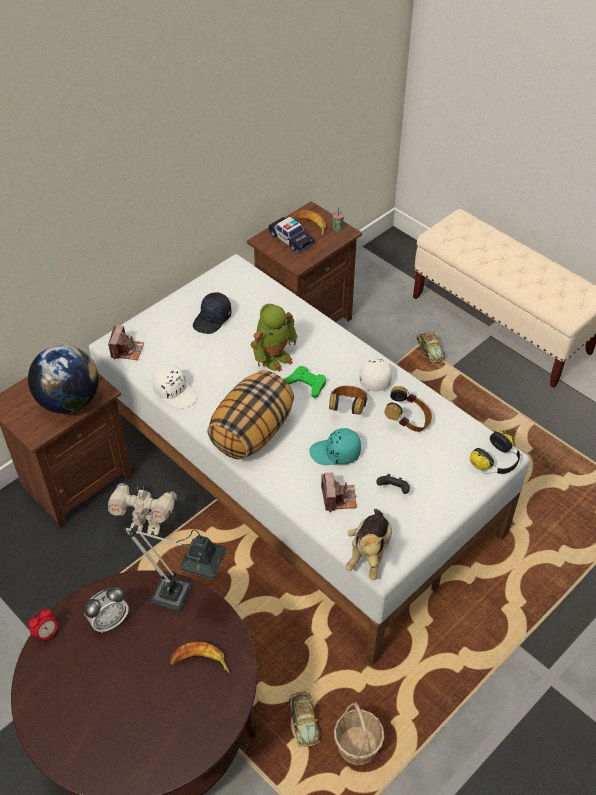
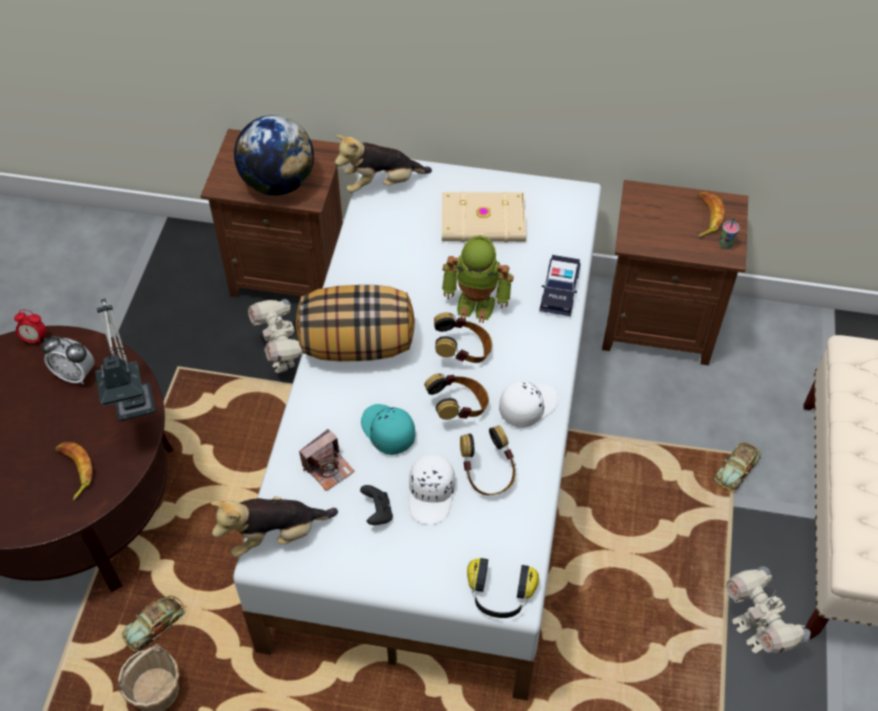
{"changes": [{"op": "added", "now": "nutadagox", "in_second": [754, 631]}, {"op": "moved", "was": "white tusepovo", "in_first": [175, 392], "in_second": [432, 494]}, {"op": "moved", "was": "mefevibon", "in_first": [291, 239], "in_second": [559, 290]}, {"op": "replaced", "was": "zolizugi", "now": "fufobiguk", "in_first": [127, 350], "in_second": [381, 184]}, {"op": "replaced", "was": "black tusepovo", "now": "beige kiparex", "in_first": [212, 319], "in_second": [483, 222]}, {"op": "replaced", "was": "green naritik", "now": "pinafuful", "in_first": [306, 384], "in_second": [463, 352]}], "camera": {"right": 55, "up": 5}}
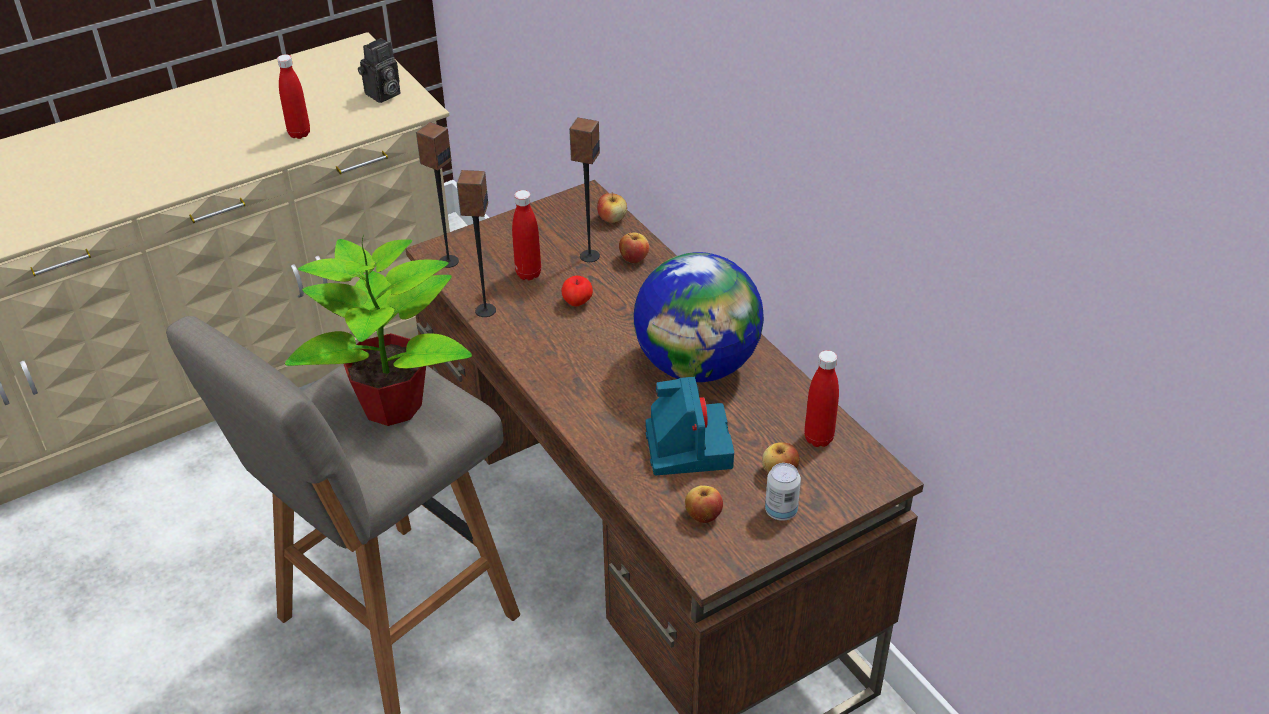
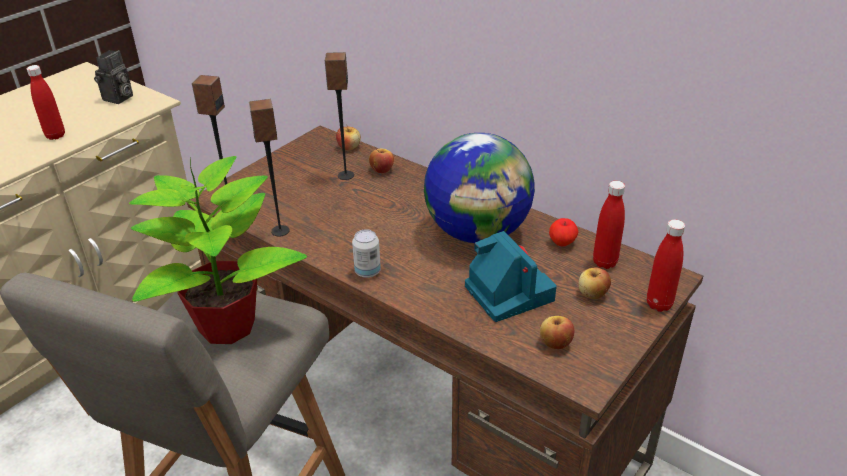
{"changes": [{"op": "moved", "was": "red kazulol", "in_first": [528, 274], "in_second": [659, 304]}, {"op": "moved", "was": "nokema", "in_first": [577, 302], "in_second": [562, 243]}, {"op": "moved", "was": "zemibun", "in_first": [781, 511], "in_second": [367, 272]}], "camera": {"right": -20, "up": -5}}
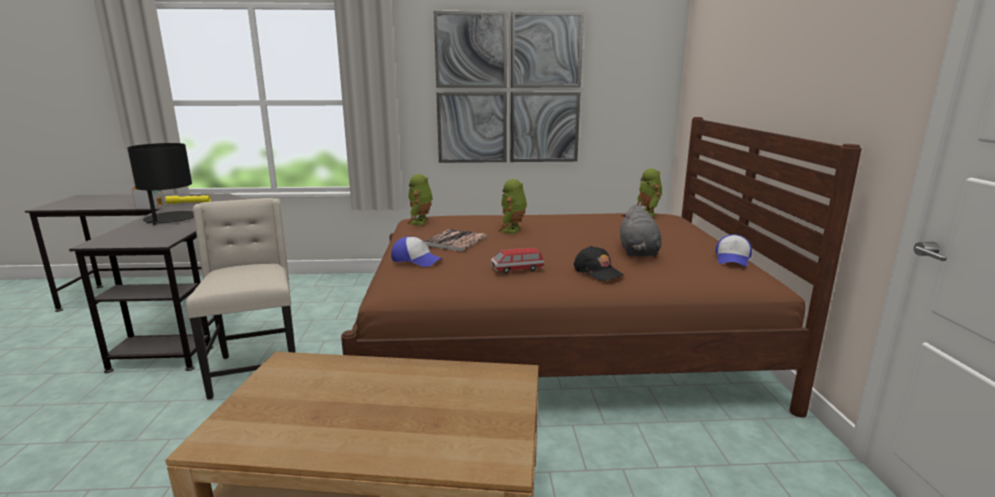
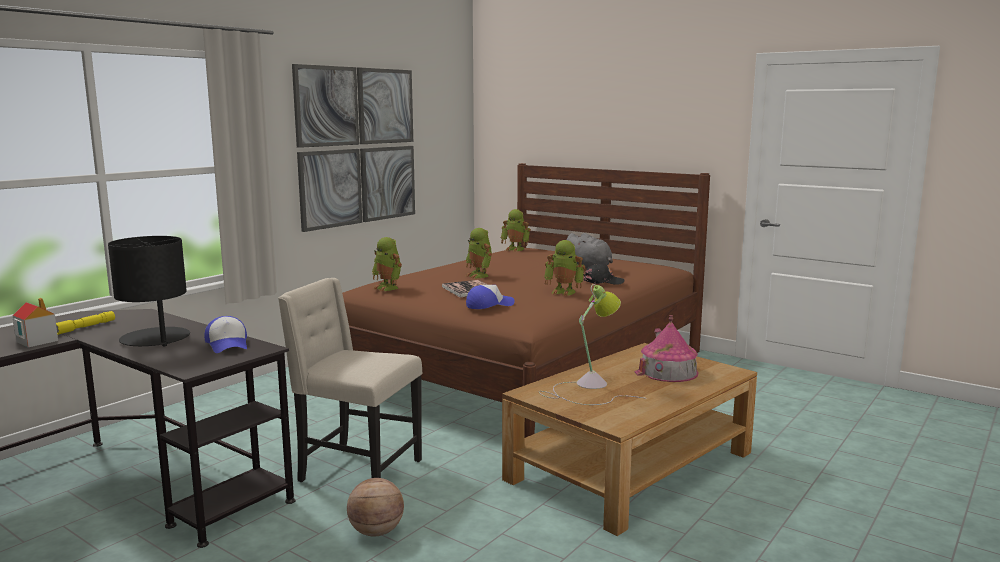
{"changes": [{"op": "added", "now": "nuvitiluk", "in_second": [376, 532]}, {"op": "added", "now": "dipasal", "in_second": [588, 387]}, {"op": "added", "now": "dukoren", "in_second": [668, 371]}, {"op": "moved", "was": "tusepovo", "in_first": [732, 259], "in_second": [228, 344]}, {"op": "replaced", "was": "mefevibon", "now": "nutadagox", "in_first": [517, 269], "in_second": [564, 292]}], "camera": {"right": -50, "up": -5}}
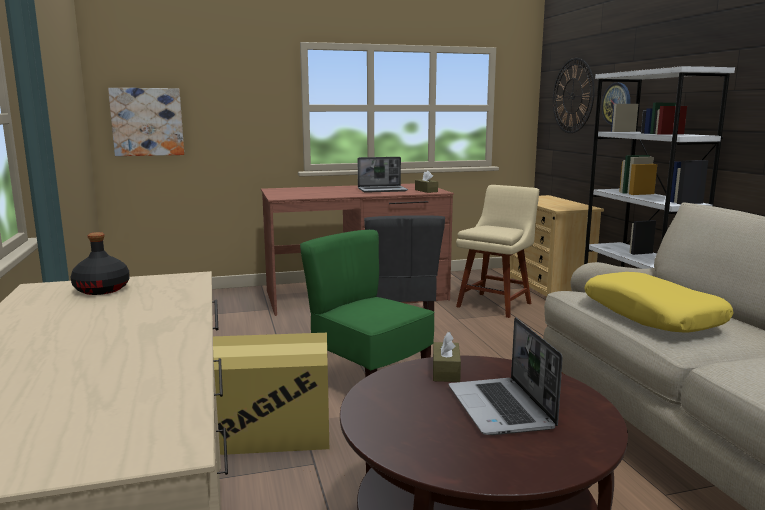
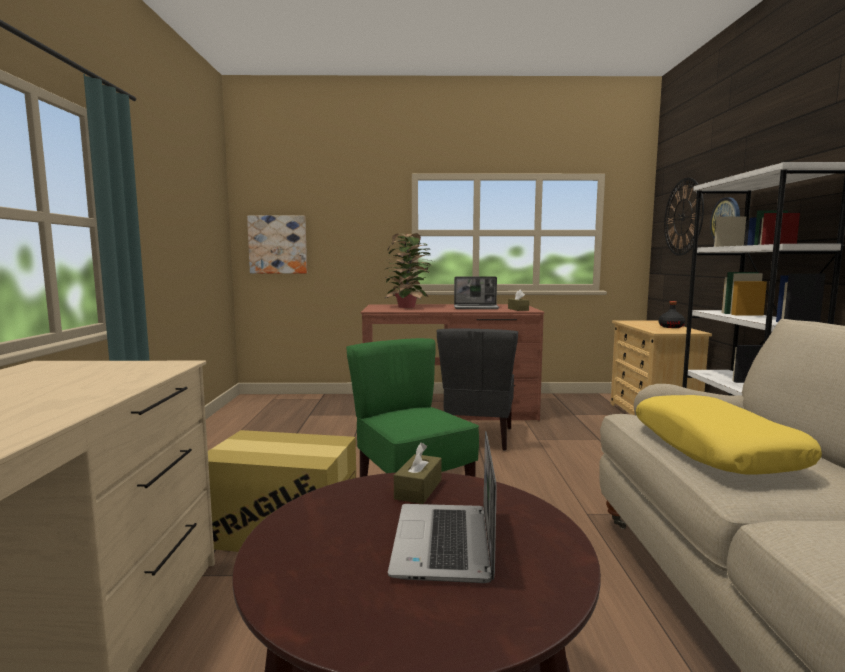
{"changes": [{"op": "removed", "was": "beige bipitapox", "in_first": [496, 304]}, {"op": "added", "now": "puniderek", "in_second": [408, 307]}, {"op": "moved", "was": "black kazulol", "in_first": [102, 289], "in_second": [671, 327]}], "camera": {"right": 15, "up": -5}}
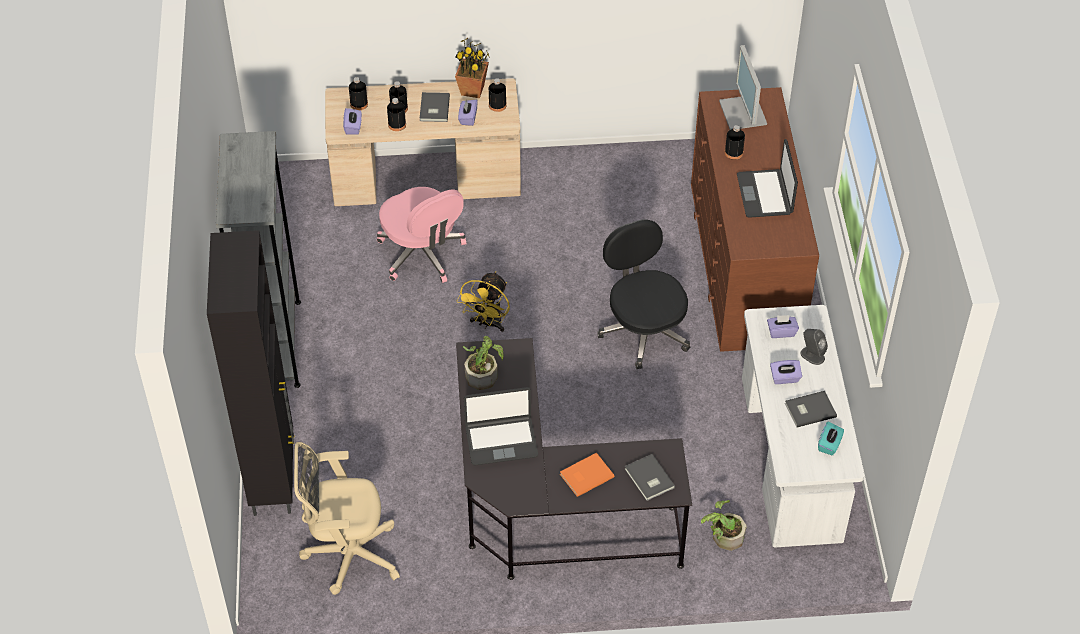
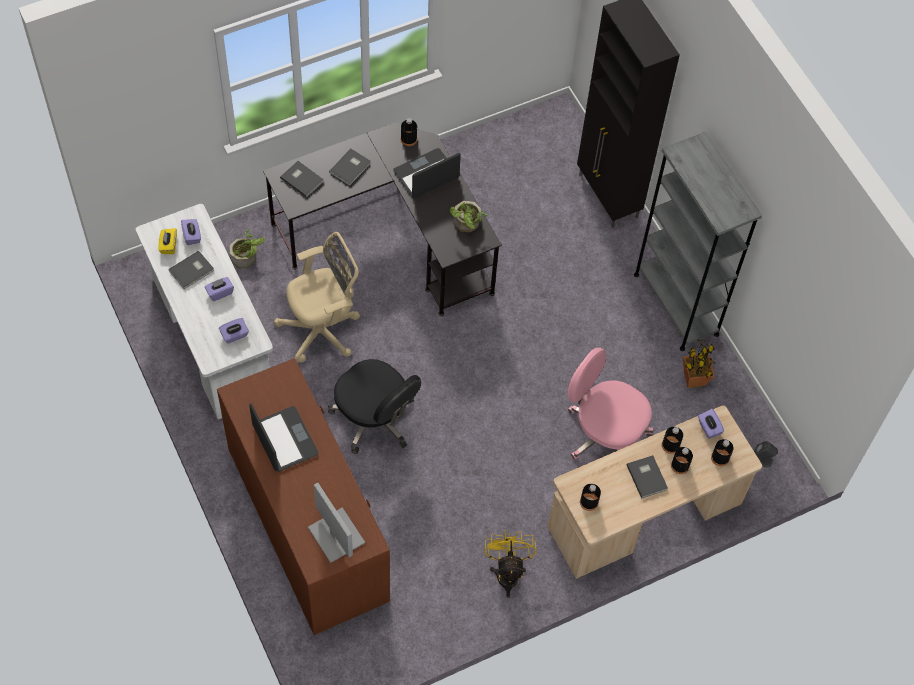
{"changes": [{"op": "moved", "was": "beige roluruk", "in_first": [347, 554], "in_second": [323, 330]}, {"op": "moved", "was": "puniderek", "in_first": [472, 90], "in_second": [694, 379]}, {"op": "moved", "was": "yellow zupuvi", "in_first": [488, 323], "in_second": [507, 572]}, {"op": "moved", "was": "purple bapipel", "in_first": [468, 118], "in_second": [192, 236]}, {"op": "moved", "was": "black kazulol", "in_first": [733, 152], "in_second": [408, 139]}, {"op": "moved", "was": "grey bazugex", "in_first": [812, 355], "in_second": [762, 459]}, {"op": "recoloured", "was": "orange kiparex", "now": "grey kiparex", "in_first": [585, 475], "in_second": [351, 168]}, {"op": "recoloured", "was": "turquoise bapipel", "now": "yellow bapipel", "in_first": [829, 444], "in_second": [168, 246]}], "camera": {"right": 155, "up": 10}}
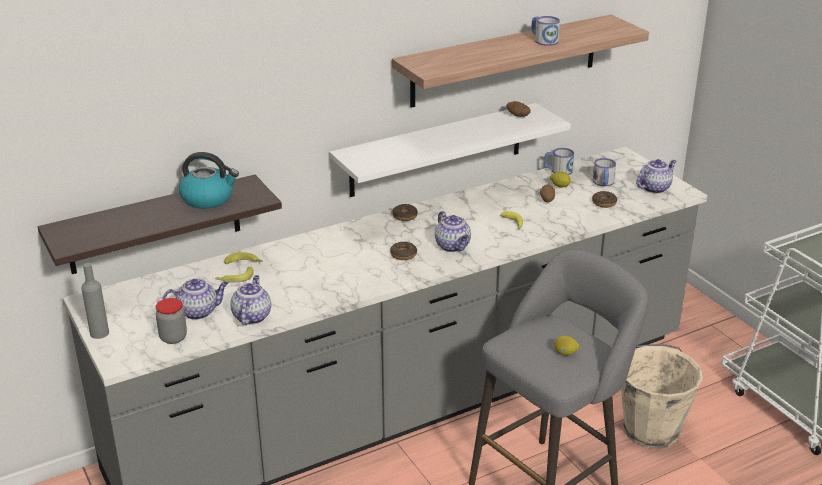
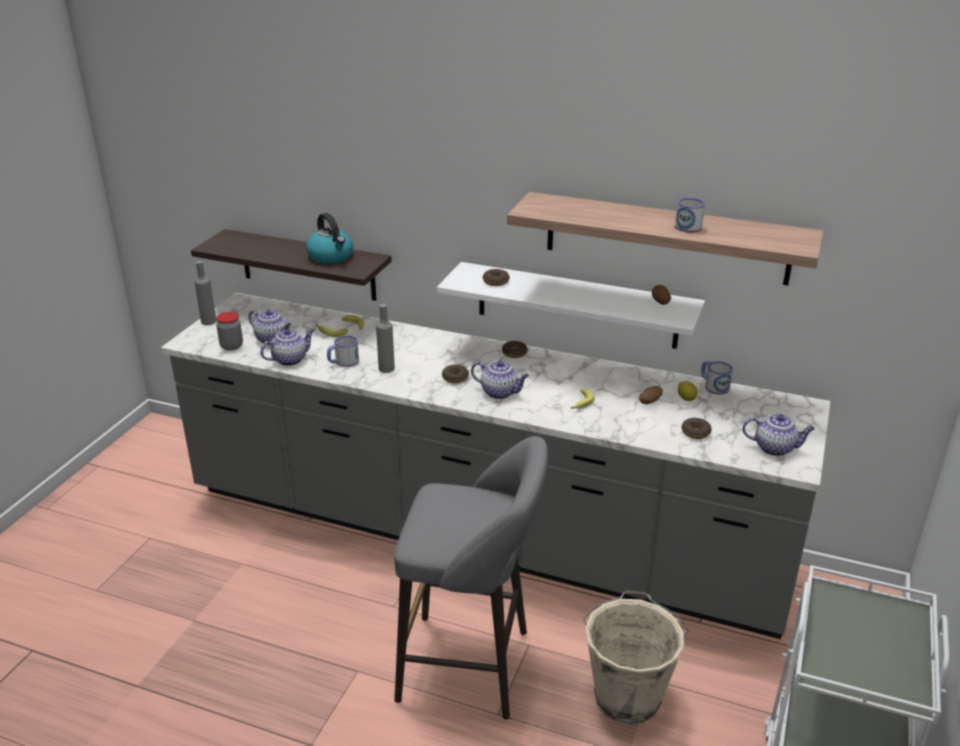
{"changes": [{"op": "removed", "was": "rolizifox", "in_first": [565, 353]}, {"op": "added", "now": "grey kazulol", "in_second": [386, 368]}, {"op": "added", "now": "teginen", "in_second": [496, 281]}, {"op": "moved", "was": "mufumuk", "in_first": [603, 183], "in_second": [343, 362]}, {"op": "turned", "was": "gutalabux", "in_first": [453, 246], "in_second": [500, 392], "clockwise": -90}], "camera": {"right": 50, "up": 0}}
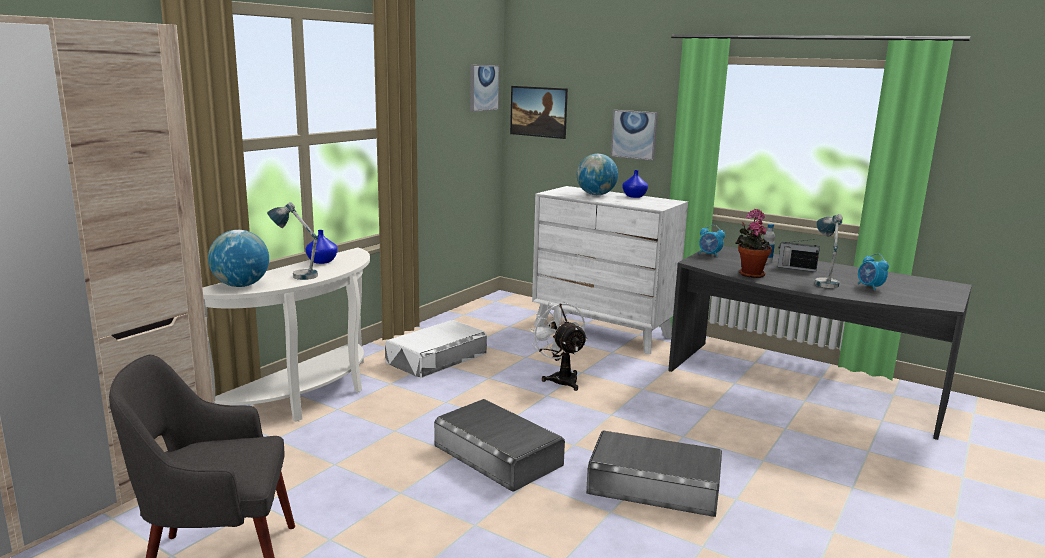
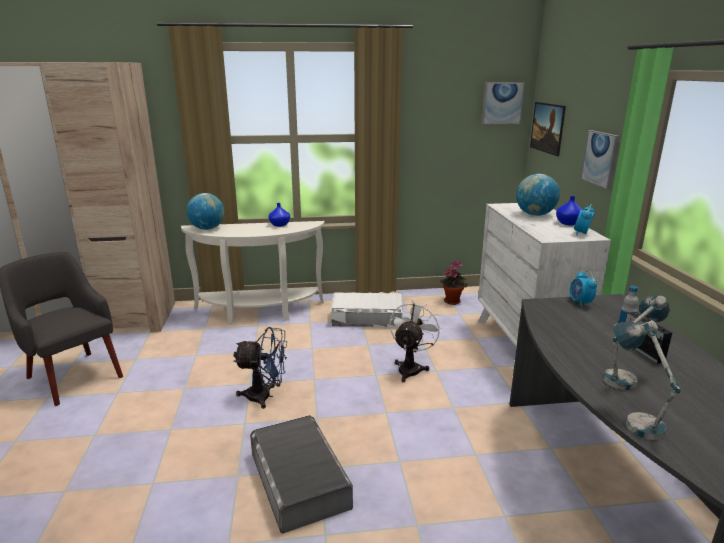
{"changes": [{"op": "moved", "was": "dipasal", "in_first": [296, 275], "in_second": [632, 419]}, {"op": "moved", "was": "puniderek", "in_first": [750, 274], "in_second": [452, 301]}, {"op": "moved", "was": "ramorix", "in_first": [870, 287], "in_second": [581, 233]}, {"op": "replaced", "was": "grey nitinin", "now": "blue zupuvi", "in_first": [497, 455], "in_second": [265, 396]}], "camera": {"right": 50, "up": 5}}
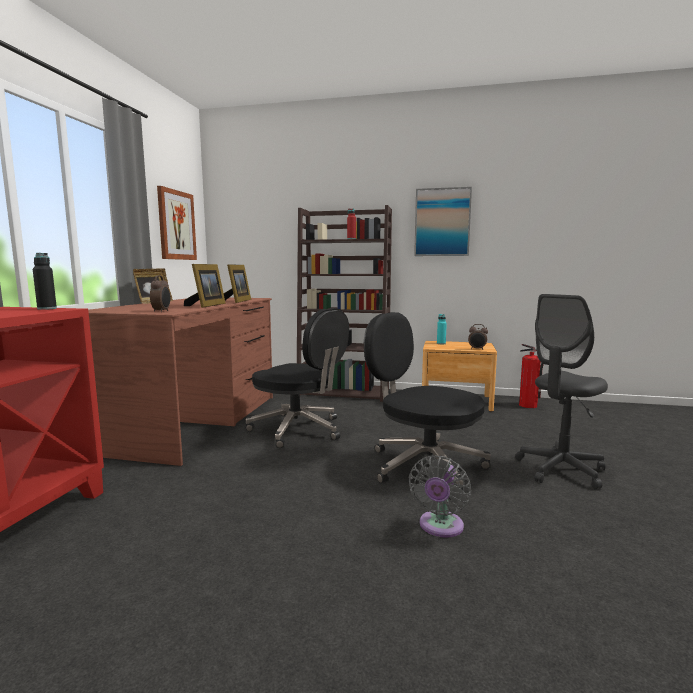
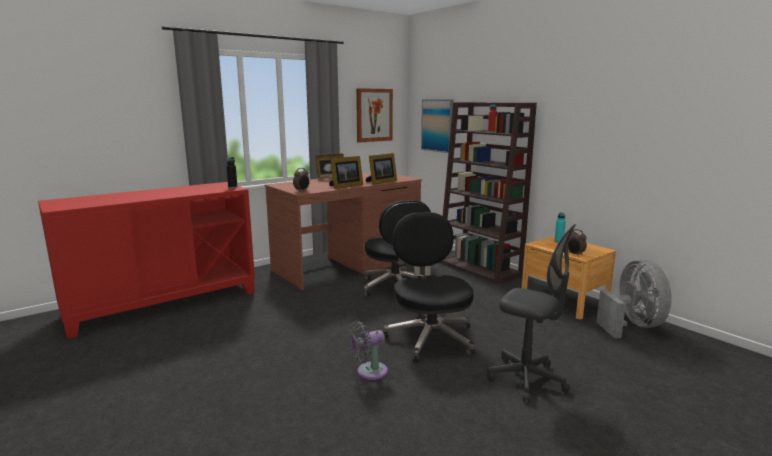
{"changes": [{"op": "moved", "was": "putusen", "in_first": [442, 222], "in_second": [437, 125]}, {"op": "replaced", "was": "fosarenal", "now": "grey zupuvi", "in_first": [528, 405], "in_second": [632, 325]}, {"op": "turned", "was": "grey roluruk", "in_first": [560, 470], "in_second": [526, 379], "clockwise": -150}], "camera": {"right": 40, "up": 5}}
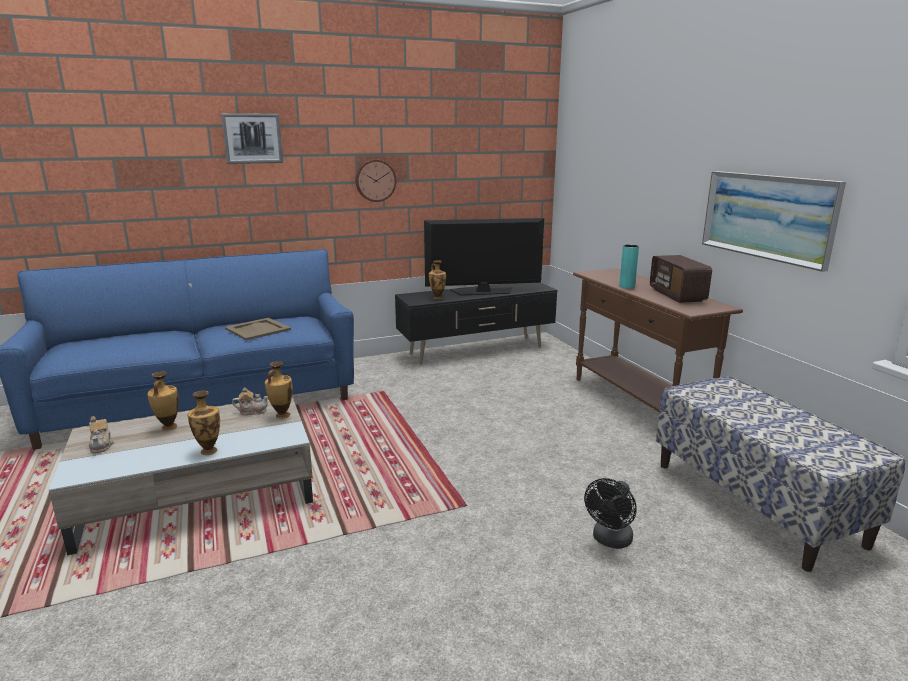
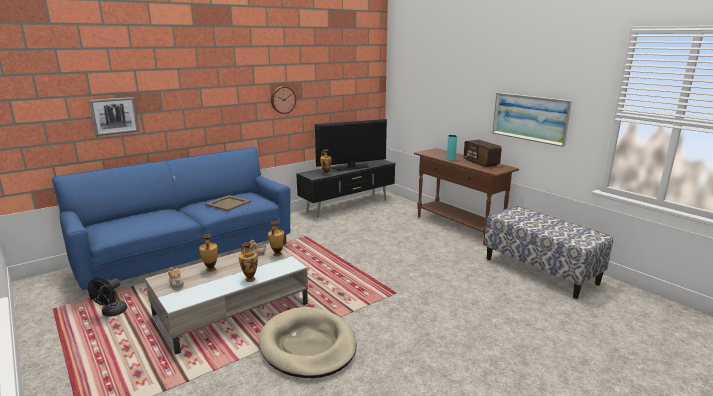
{"changes": [{"op": "added", "now": "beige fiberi", "in_second": [308, 346]}, {"op": "moved", "was": "putusen", "in_first": [252, 138], "in_second": [114, 116]}, {"op": "moved", "was": "black zupuvi", "in_first": [610, 541], "in_second": [111, 313]}], "camera": {"right": -15, "up": 0}}
